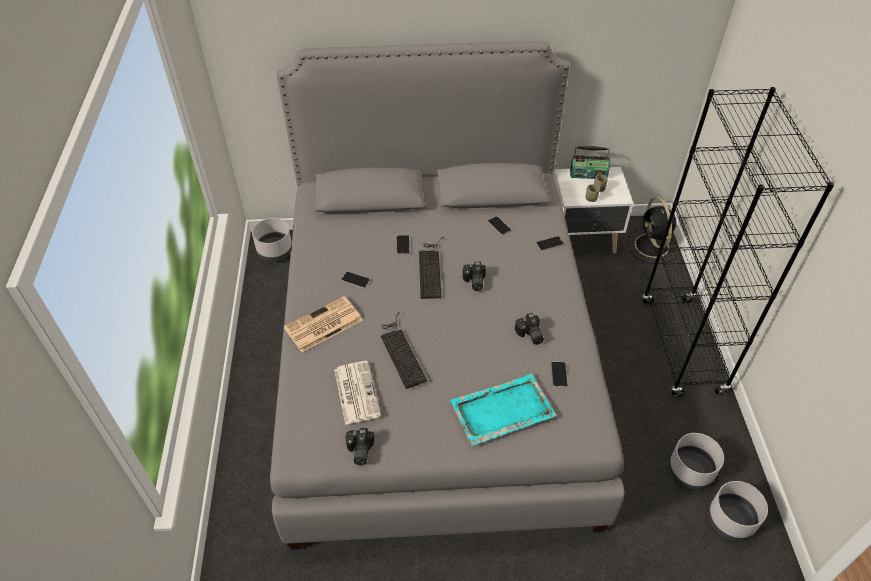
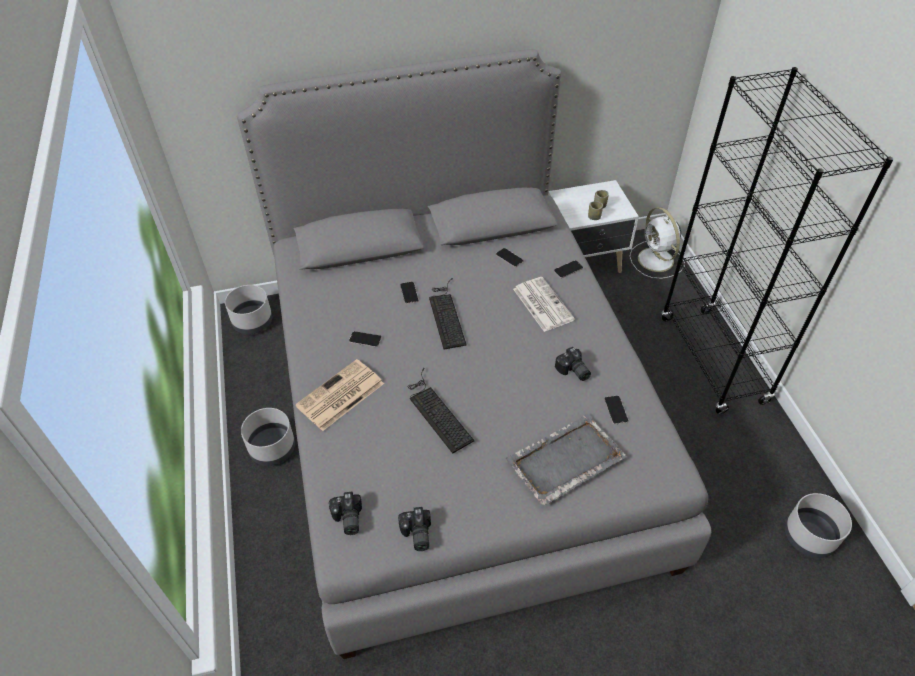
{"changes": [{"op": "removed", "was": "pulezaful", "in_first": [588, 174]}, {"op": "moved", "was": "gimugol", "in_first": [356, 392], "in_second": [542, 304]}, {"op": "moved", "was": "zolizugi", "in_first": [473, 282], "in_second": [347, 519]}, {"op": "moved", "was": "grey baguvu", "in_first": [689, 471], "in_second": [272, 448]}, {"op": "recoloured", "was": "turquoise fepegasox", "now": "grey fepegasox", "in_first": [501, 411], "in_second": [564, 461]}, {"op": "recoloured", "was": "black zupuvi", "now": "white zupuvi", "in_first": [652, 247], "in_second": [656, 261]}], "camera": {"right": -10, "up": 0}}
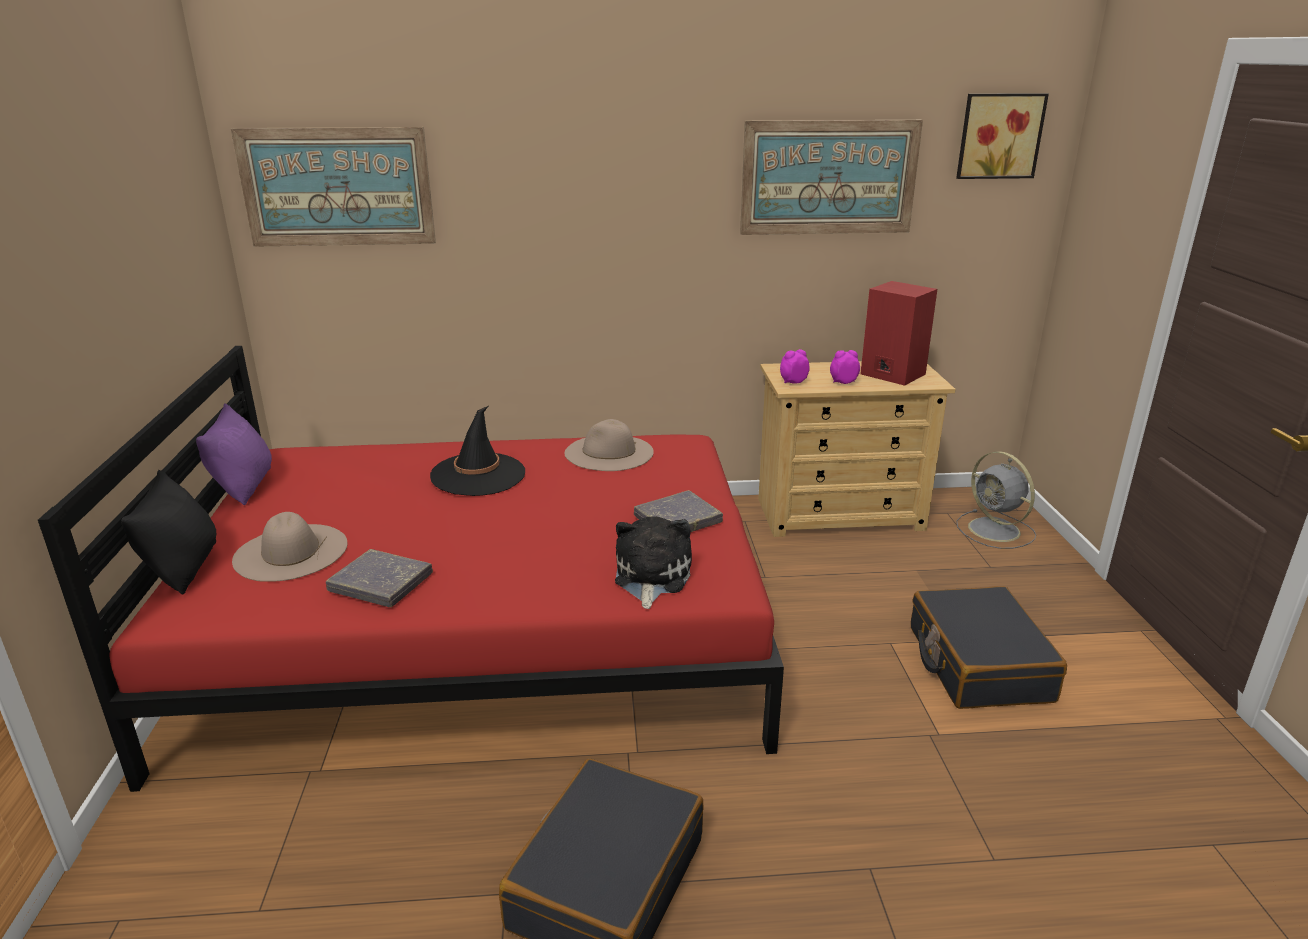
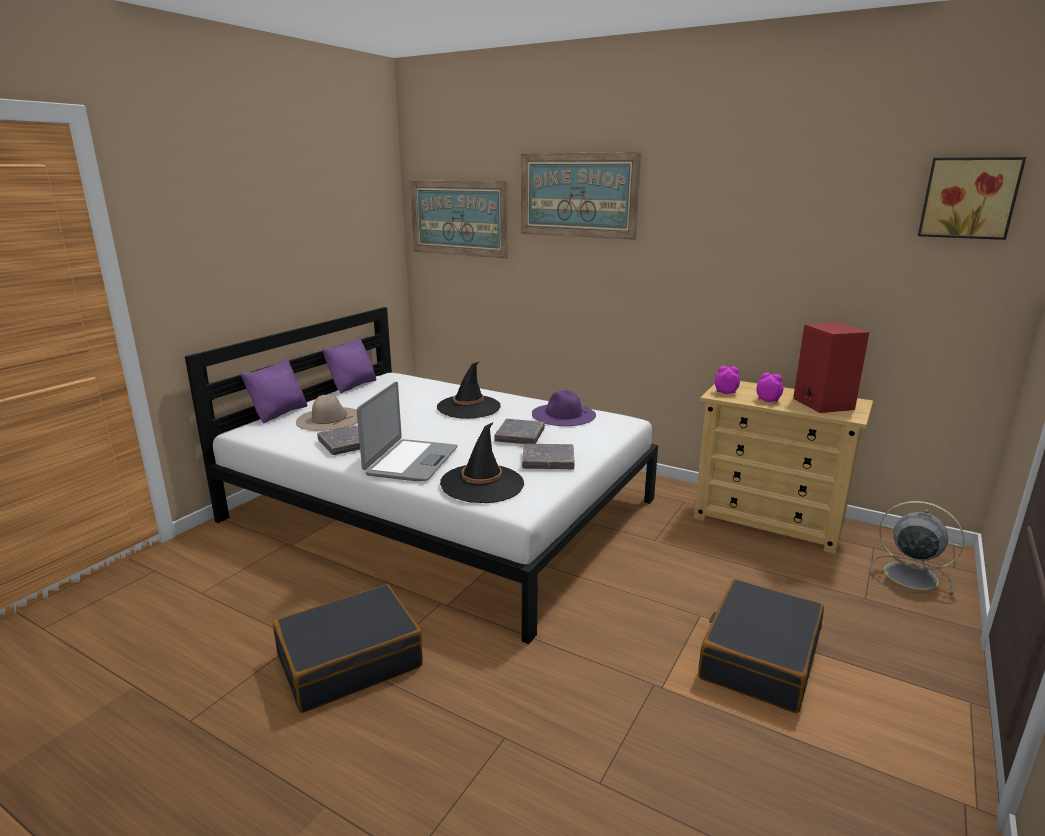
{"changes": [{"op": "added", "now": "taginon", "in_second": [411, 461]}, {"op": "added", "now": "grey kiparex", "in_second": [520, 435]}, {"op": "moved", "was": "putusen", "in_first": [829, 177], "in_second": [577, 195]}, {"op": "replaced", "was": "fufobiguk", "now": "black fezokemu", "in_first": [650, 577], "in_second": [482, 484]}, {"op": "recoloured", "was": "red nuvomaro", "now": "white nuvomaro", "in_first": [482, 630], "in_second": [441, 509]}, {"op": "recoloured", "was": "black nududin", "now": "purple nududin", "in_first": [183, 568], "in_second": [279, 413]}, {"op": "recoloured", "was": "beige fezokemu", "now": "purple fezokemu", "in_first": [609, 452], "in_second": [563, 414]}, {"op": "turned", "was": "grey zupuvi", "in_first": [996, 531], "in_second": [908, 575], "clockwise": 120}], "camera": {"right": 35, "up": -5}}
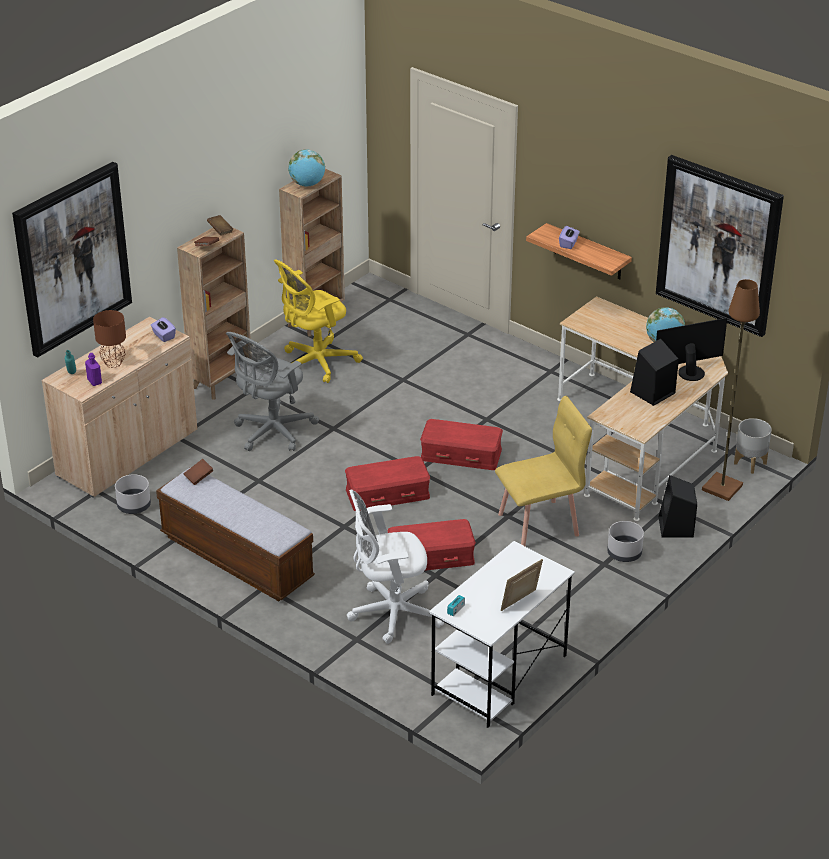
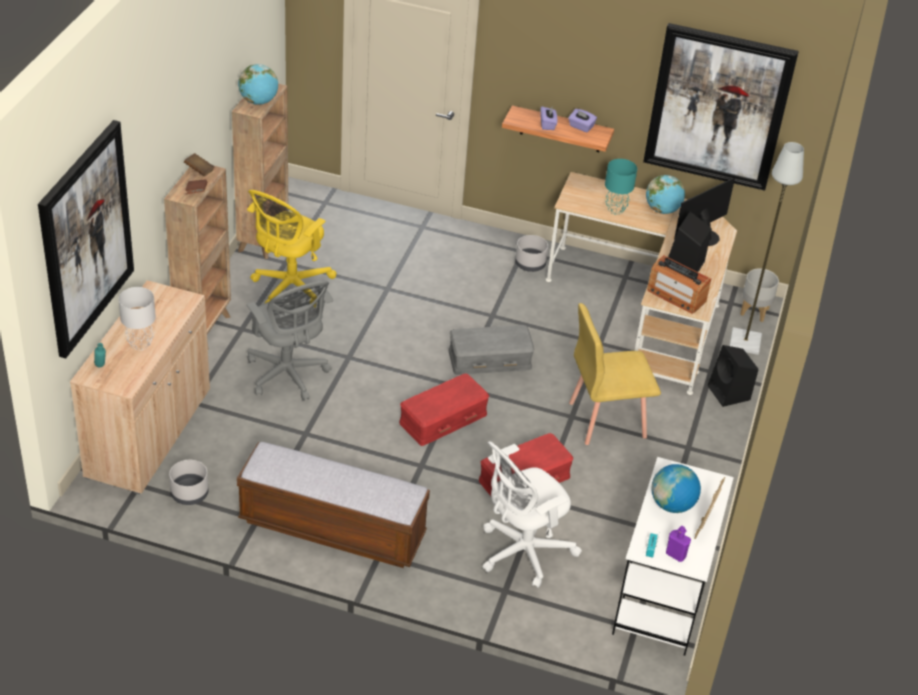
{"changes": [{"op": "removed", "was": "brown kiparex", "in_first": [199, 477]}, {"op": "added", "now": "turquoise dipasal", "in_second": [616, 210]}, {"op": "added", "now": "pulezaful", "in_second": [676, 296]}, {"op": "added", "now": "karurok", "in_second": [672, 505]}, {"op": "moved", "was": "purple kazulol", "in_first": [94, 381], "in_second": [675, 555]}, {"op": "moved", "was": "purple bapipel", "in_first": [163, 336], "in_second": [581, 127]}, {"op": "moved", "was": "grey baguvu", "in_first": [624, 553], "in_second": [530, 264]}, {"op": "recoloured", "was": "brown dipasal", "now": "grey dipasal", "in_first": [114, 363], "in_second": [141, 344]}, {"op": "recoloured", "was": "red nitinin", "now": "grey nitinin", "in_first": [461, 454], "in_second": [489, 358]}, {"op": "recoloured", "was": "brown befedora", "now": "grey befedora", "in_first": [722, 488], "in_second": [745, 343]}, {"op": "turned", "was": "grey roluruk", "in_first": [271, 432], "in_second": [288, 375], "clockwise": -45}, {"op": "turned", "was": "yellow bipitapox", "in_first": [539, 525], "in_second": [606, 419], "clockwise": -150}], "camera": {"right": -25, "up": 5}}
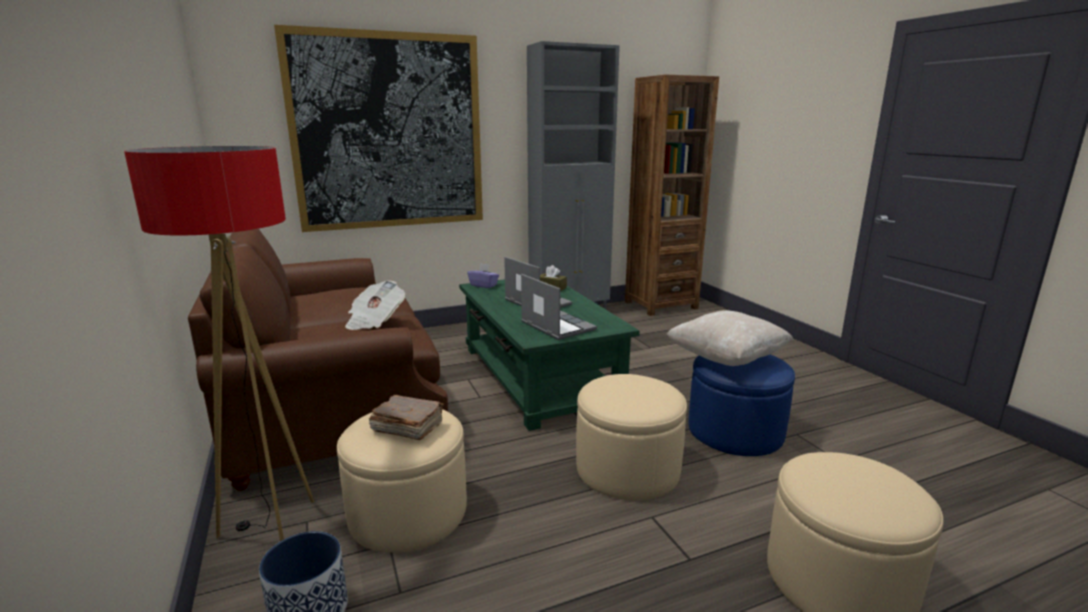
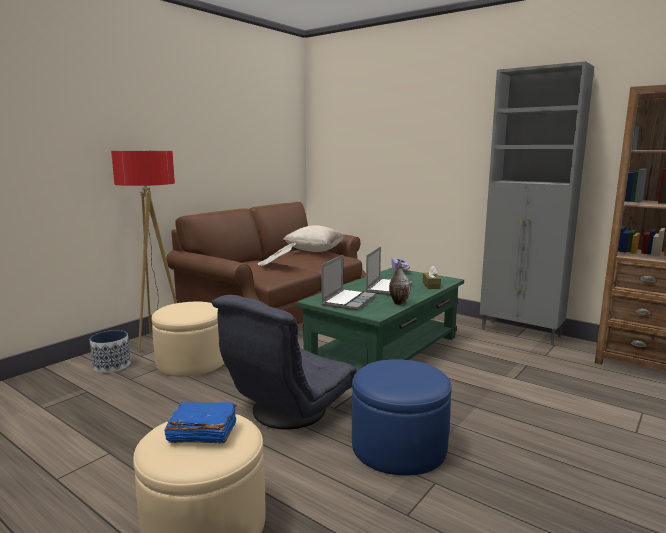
{"changes": [{"op": "removed", "was": "putusen", "in_first": [388, 132]}, {"op": "removed", "was": "brown kiparex", "in_first": [407, 427]}, {"op": "added", "now": "blue kiparex", "in_second": [202, 433]}, {"op": "added", "now": "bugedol", "in_second": [398, 303]}, {"op": "moved", "was": "beige nududin", "in_first": [726, 359], "in_second": [315, 251]}, {"op": "replaced", "was": "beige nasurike", "now": "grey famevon", "in_first": [627, 469], "in_second": [288, 410]}], "camera": {"right": 60, "up": -5}}
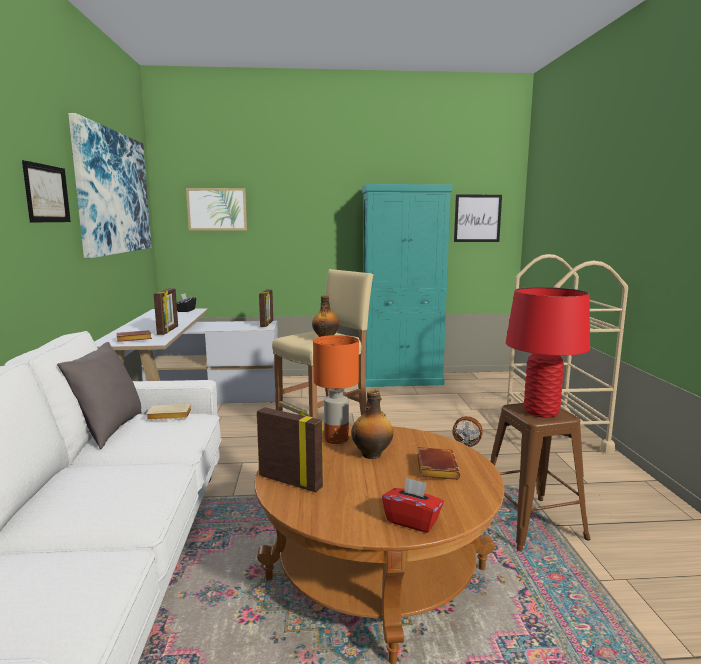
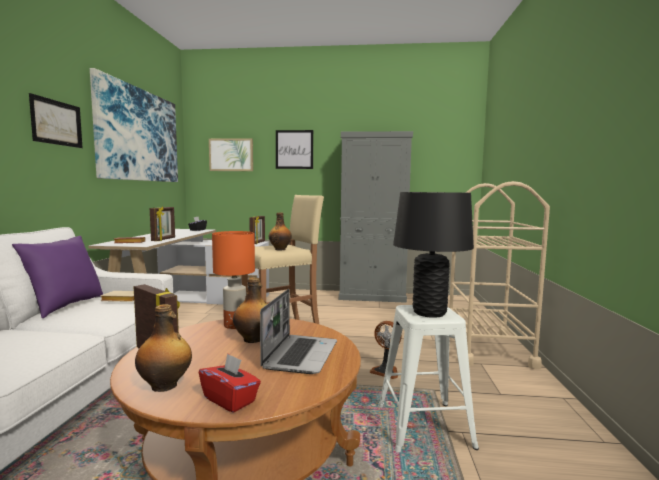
{"changes": [{"op": "added", "now": "kazulol", "in_second": [165, 386]}, {"op": "moved", "was": "putusen", "in_first": [477, 218], "in_second": [294, 149]}, {"op": "replaced", "was": "brown kiparex", "now": "taginon", "in_first": [435, 467], "in_second": [300, 354]}, {"op": "recoloured", "was": "grey nududin", "now": "purple nududin", "in_first": [108, 430], "in_second": [65, 306]}, {"op": "recoloured", "was": "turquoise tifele", "now": "grey tifele", "in_first": [402, 380], "in_second": [372, 296]}, {"op": "recoloured", "was": "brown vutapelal", "now": "white vutapelal", "in_first": [529, 522], "in_second": [422, 425]}, {"op": "recoloured", "was": "red dipasal", "now": "black dipasal", "in_first": [541, 412], "in_second": [429, 313]}], "camera": {"right": 10, "up": -5}}
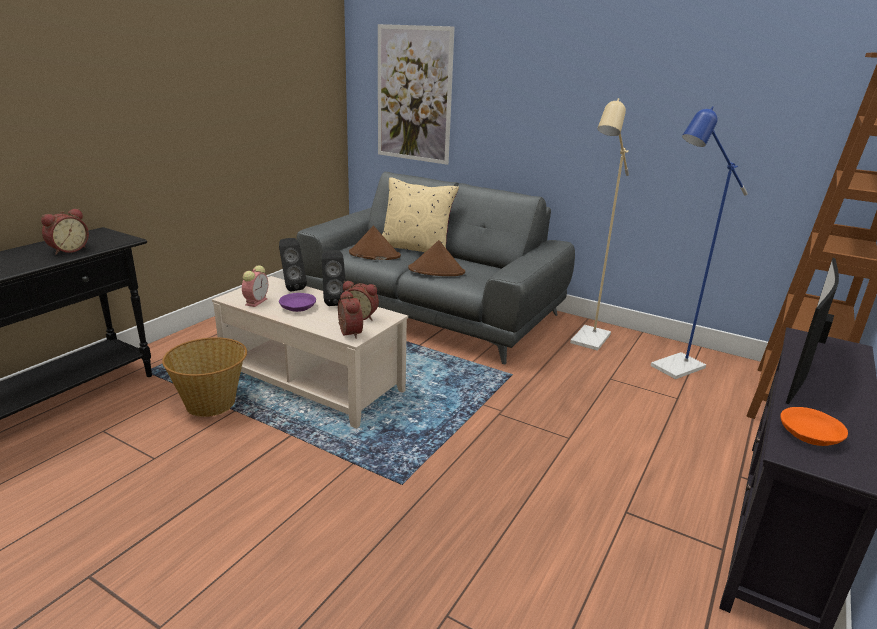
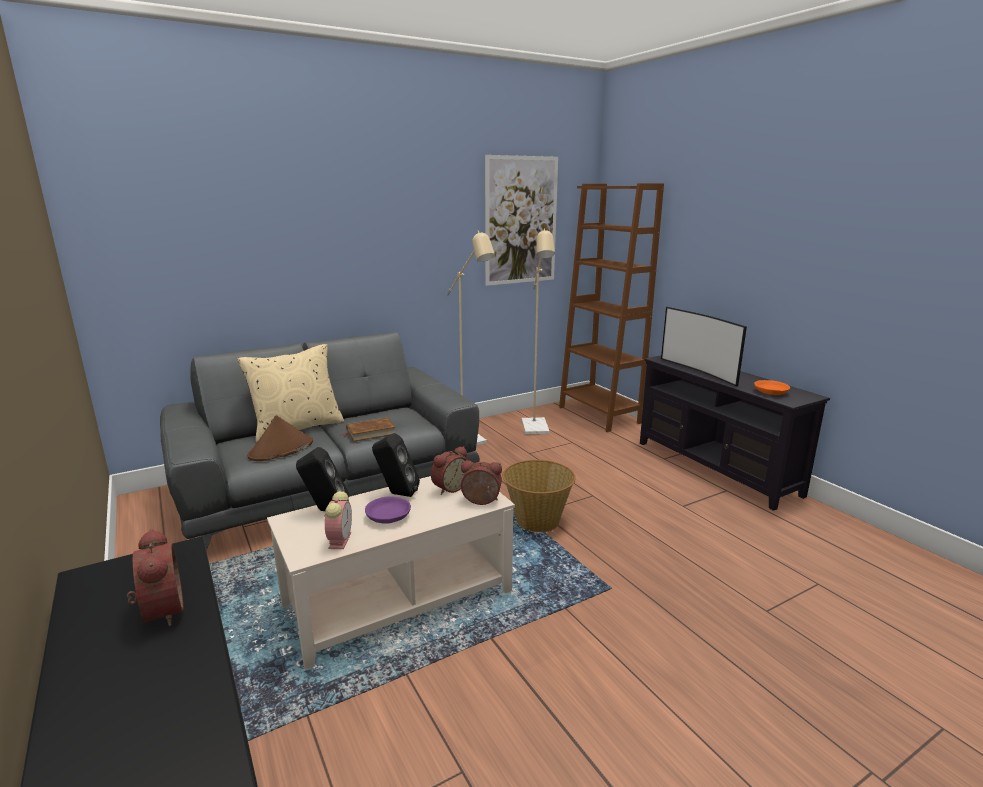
{"changes": [{"op": "moved", "was": "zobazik", "in_first": [212, 403], "in_second": [537, 520]}, {"op": "moved", "was": "putusen", "in_first": [414, 95], "in_second": [521, 221]}, {"op": "replaced", "was": "brown fezokemu", "now": "brown kiparex", "in_first": [436, 271], "in_second": [370, 432]}, {"op": "recoloured", "was": "blue befedora", "now": "beige befedora", "in_first": [671, 369], "in_second": [536, 430]}, {"op": "turned", "was": "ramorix", "in_first": [256, 301], "in_second": [340, 539], "clockwise": 45}], "camera": {"right": -60, "up": -5}}
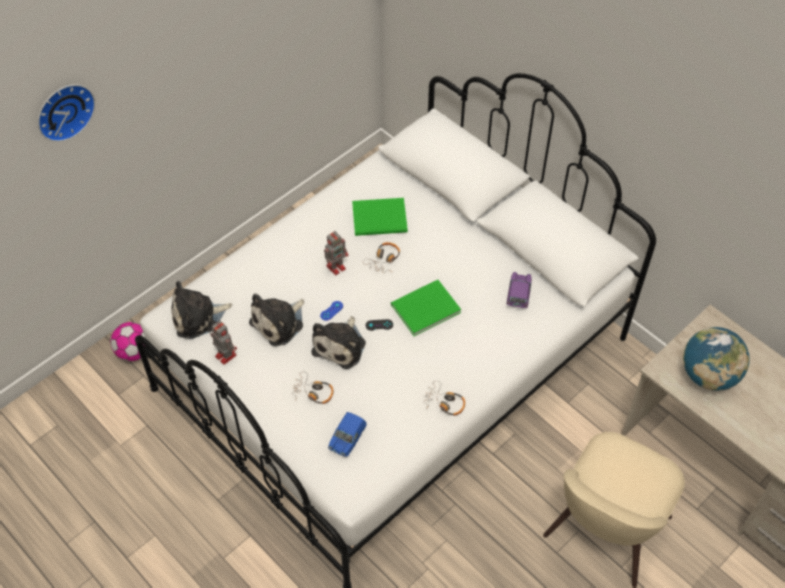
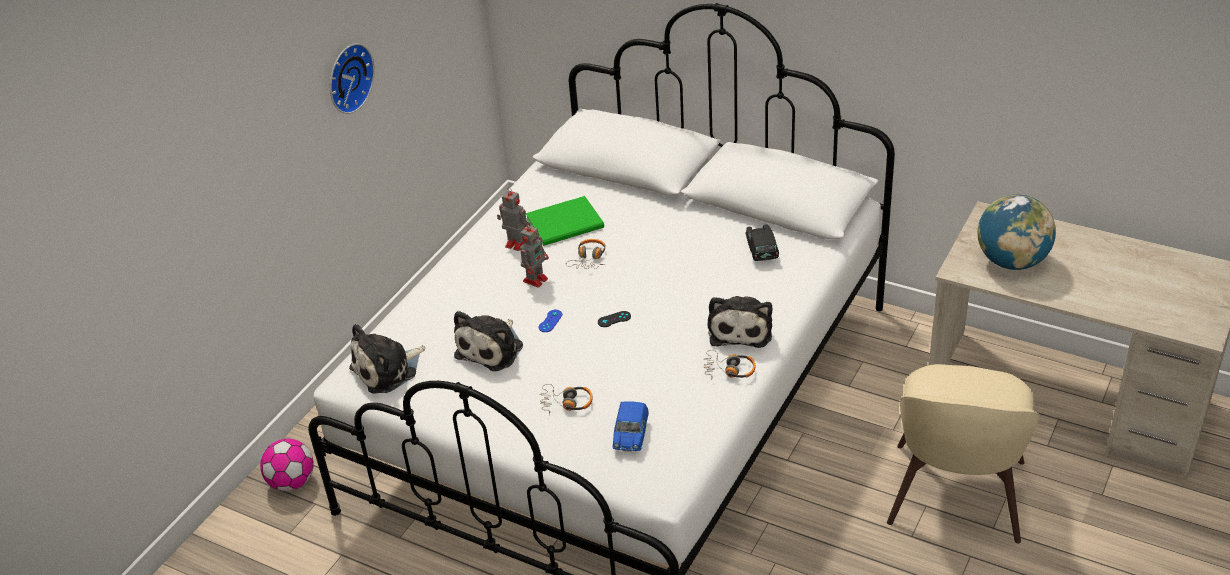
{"changes": [{"op": "removed", "was": "green kiparex", "in_first": [423, 308]}, {"op": "moved", "was": "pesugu", "in_first": [63, 110], "in_second": [347, 77]}, {"op": "moved", "was": "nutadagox", "in_first": [225, 355], "in_second": [515, 243]}, {"op": "moved", "was": "fufobiguk", "in_first": [341, 345], "in_second": [740, 329]}, {"op": "recoloured", "was": "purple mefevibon", "now": "black mefevibon", "in_first": [518, 294], "in_second": [761, 250]}], "camera": {"right": -15, "up": -15}}
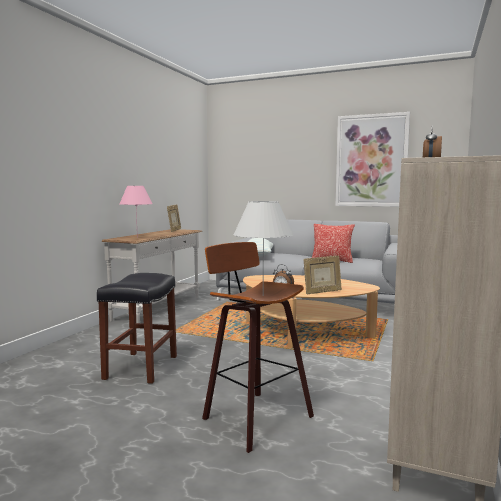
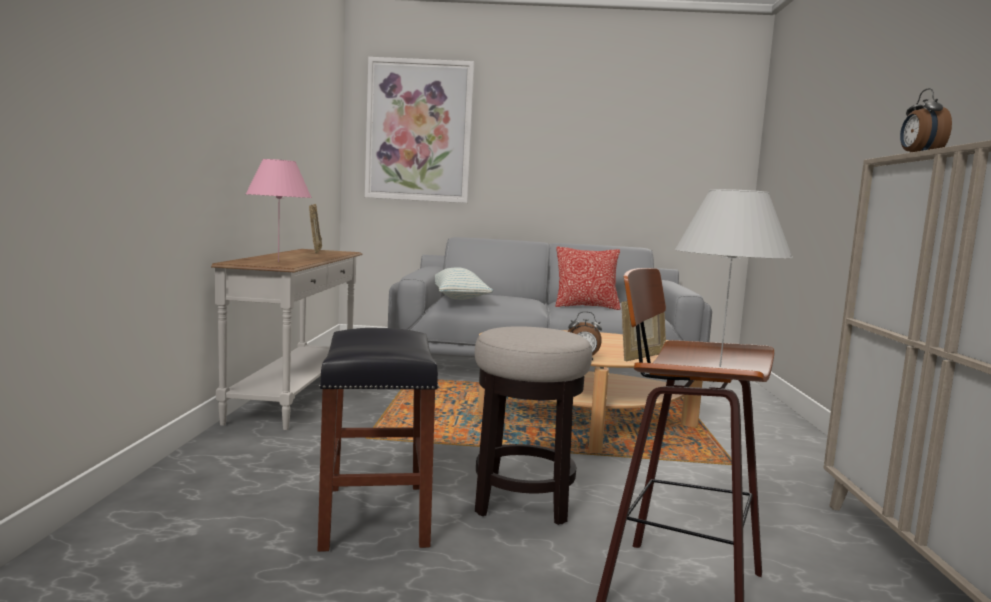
{"changes": [{"op": "added", "now": "vutapelal", "in_second": [523, 501]}, {"op": "moved", "was": "putusen", "in_first": [371, 161], "in_second": [419, 131]}], "camera": {"right": -20, "up": 0}}
